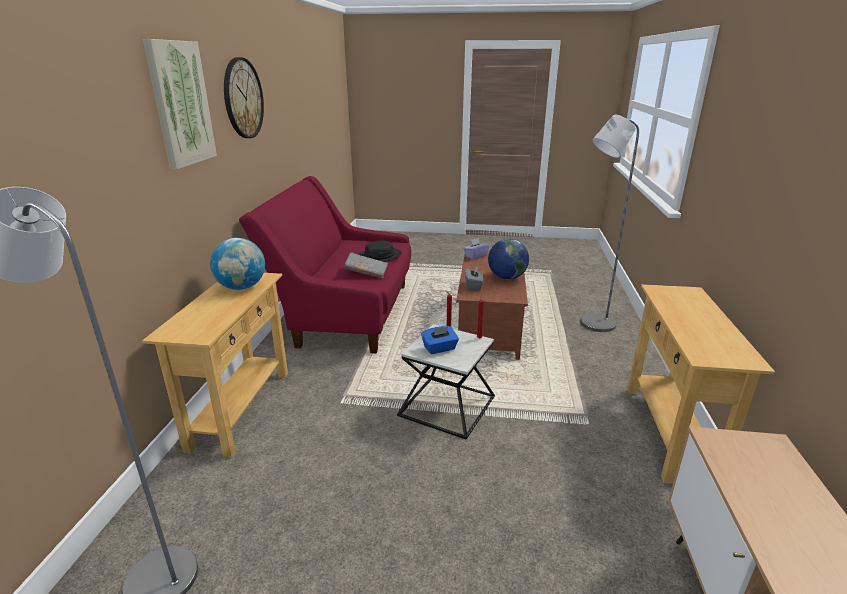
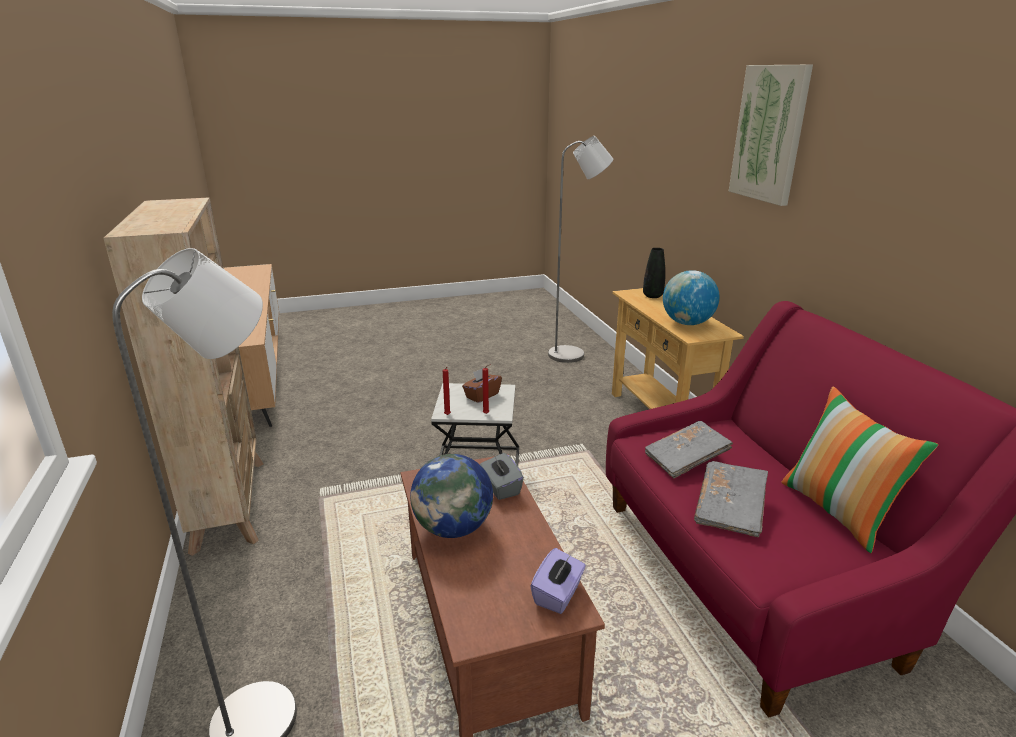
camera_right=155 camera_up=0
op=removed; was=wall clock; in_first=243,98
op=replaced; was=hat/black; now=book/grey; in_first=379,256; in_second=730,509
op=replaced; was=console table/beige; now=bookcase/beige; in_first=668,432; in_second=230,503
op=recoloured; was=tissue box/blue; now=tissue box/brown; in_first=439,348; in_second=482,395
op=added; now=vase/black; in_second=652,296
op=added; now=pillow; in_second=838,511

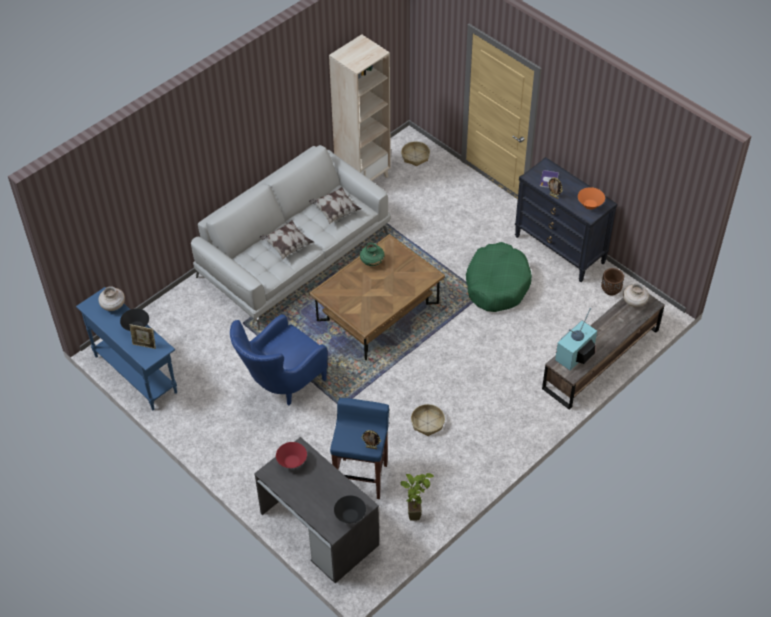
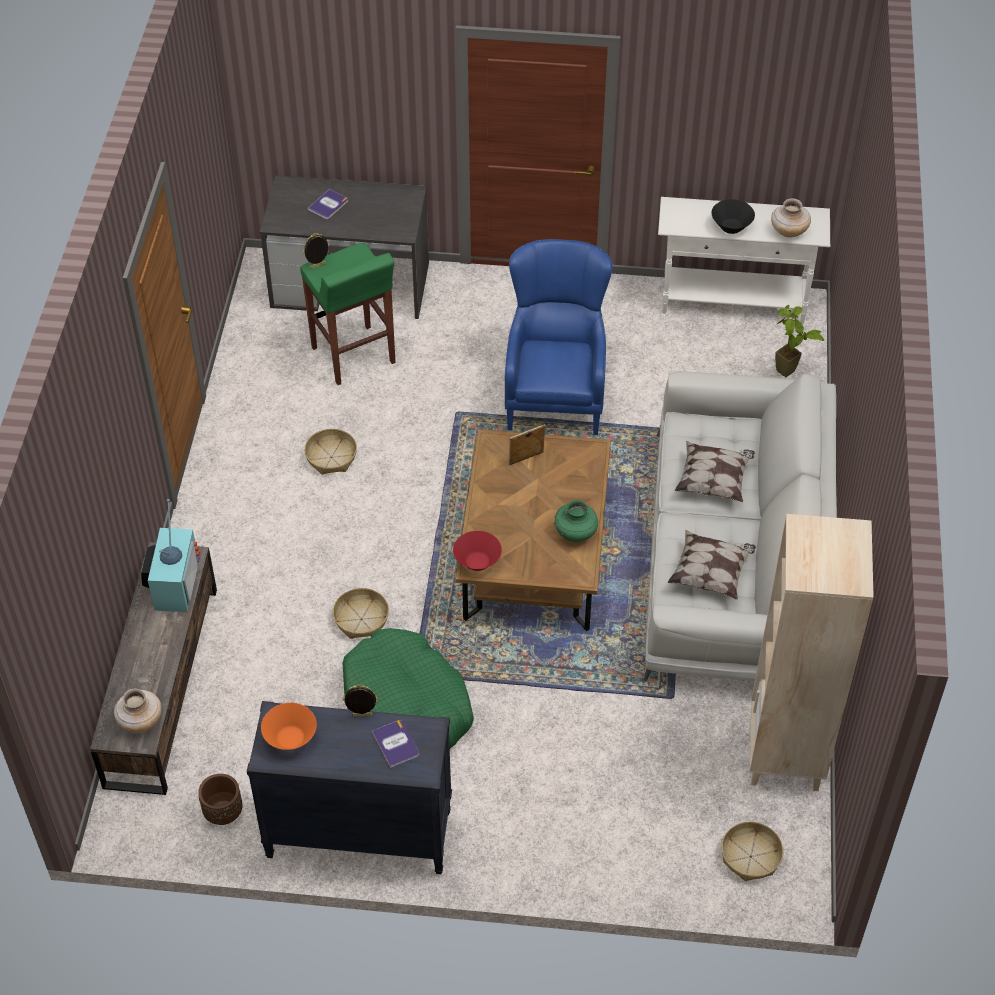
camera_right=140 camera_up=0
op=recoloured; was=console table/blue; now=console table/white; in_first=135,374; in_second=734,303
op=moved; was=picture frame; in_first=144,345; in_second=526,460
op=recoloured; was=stool/blue; now=stool/green; in_first=361,477; in_second=353,356
op=moved; was=bowl/red; in_first=292,462; in_second=477,562
op=moved; was=potted plant; in_first=415,512; in_second=788,376
op=removed; was=bowl/black; in_first=350,516
op=added; now=book; in_second=328,205
op=added; now=basket; in_second=361,619

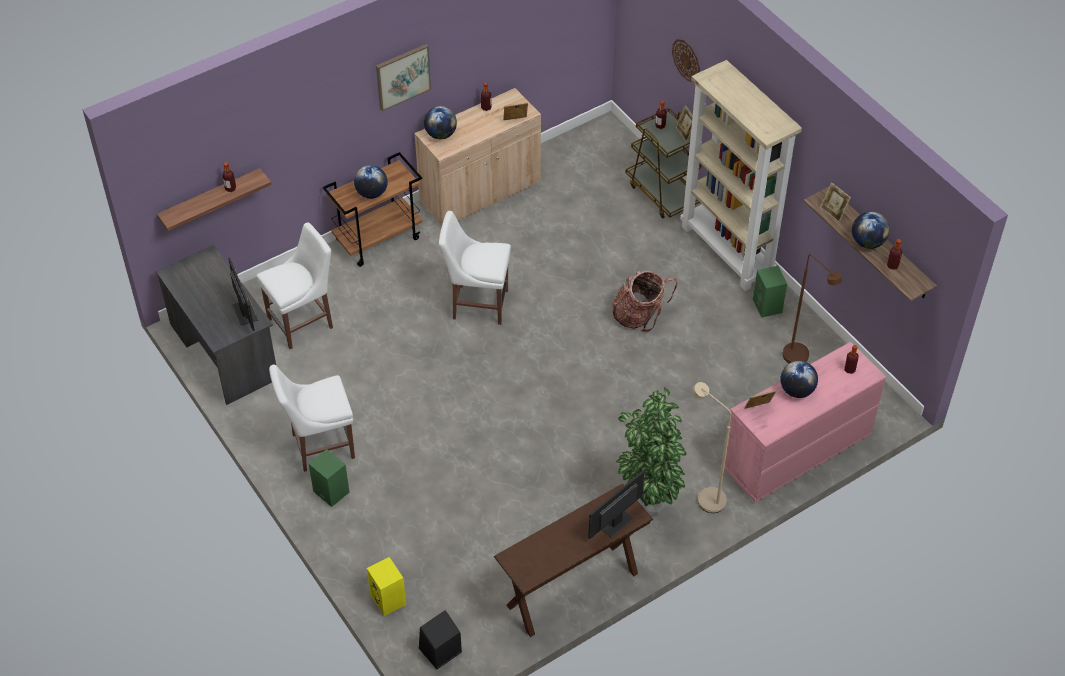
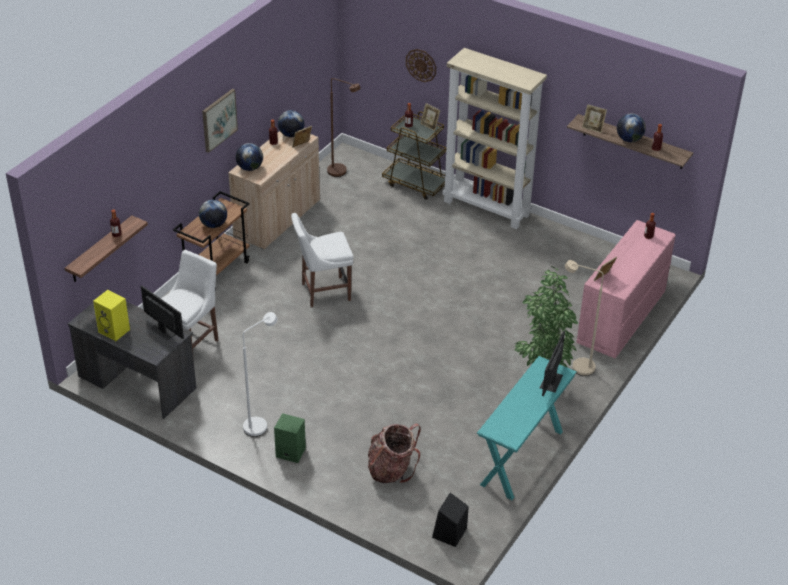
camera_right=-25 camera_up=-10
op=moved; was=floor lamp/brown; in_first=800,360; in_second=341,173
op=removed; was=speaker/green; in_first=768,306
op=moved; was=backpack; in_first=639,316; in_second=391,470
op=moved; was=globe; in_first=797,390; in_second=291,134
op=replaced; was=chair/white; now=floor lamp/white; in_first=319,446; in_second=260,424
op=recoloured; was=console table/brown; now=console table/turquoise; in_first=572,589; in_second=521,458
op=moved; was=speaker/yellow; in_first=389,600; in_second=115,331

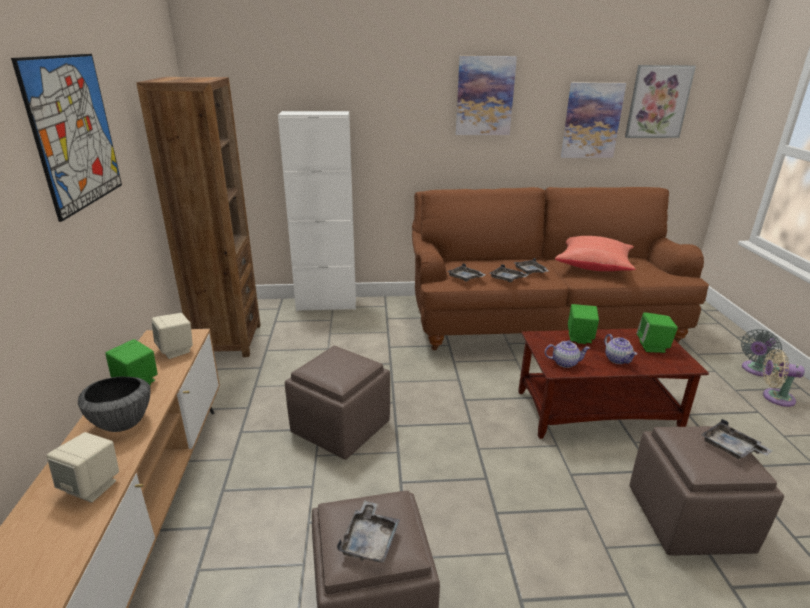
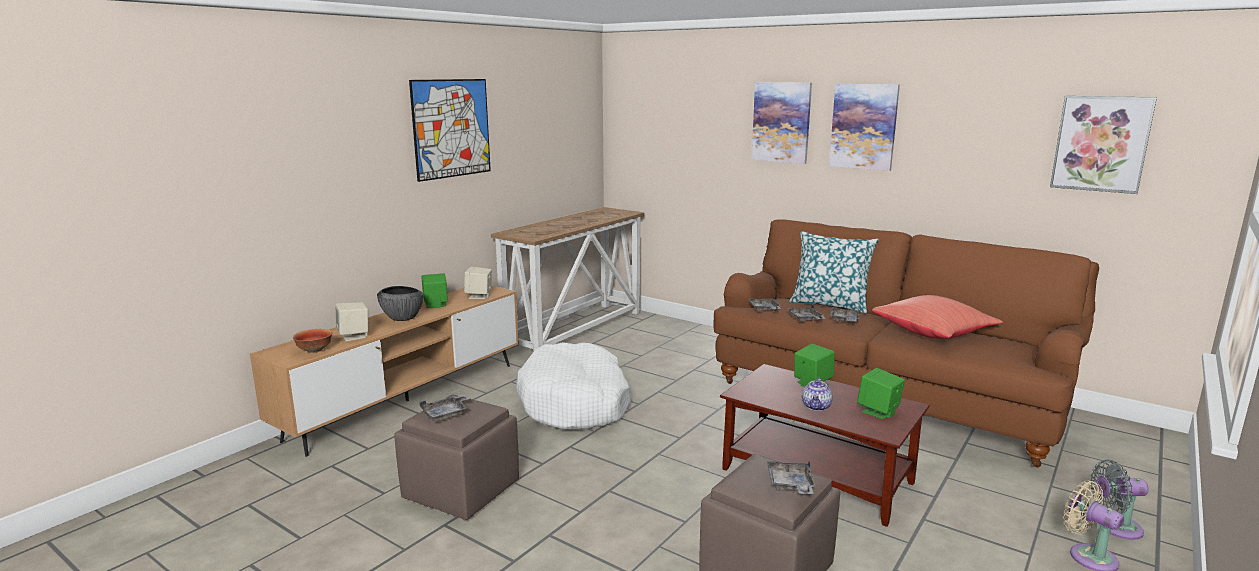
camera_right=40 camera_up=-10
op=replaced; was=bookcase/brown; now=console table; in_first=227,340; in_second=575,329
op=moved; was=picture; in_first=591,120; in_second=781,122
op=removed; was=cabinet/white; in_first=326,304
op=removed; was=teapot; in_first=565,362
op=replaced; was=ottoman/brown; now=dog bed/white; in_first=339,428; in_second=575,403
op=added; now=pillow; in_second=830,304
op=added; now=bowl; in_second=314,350

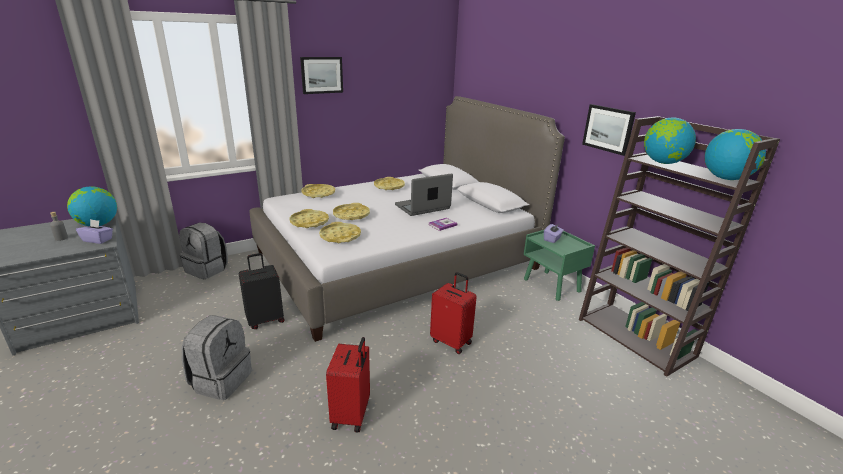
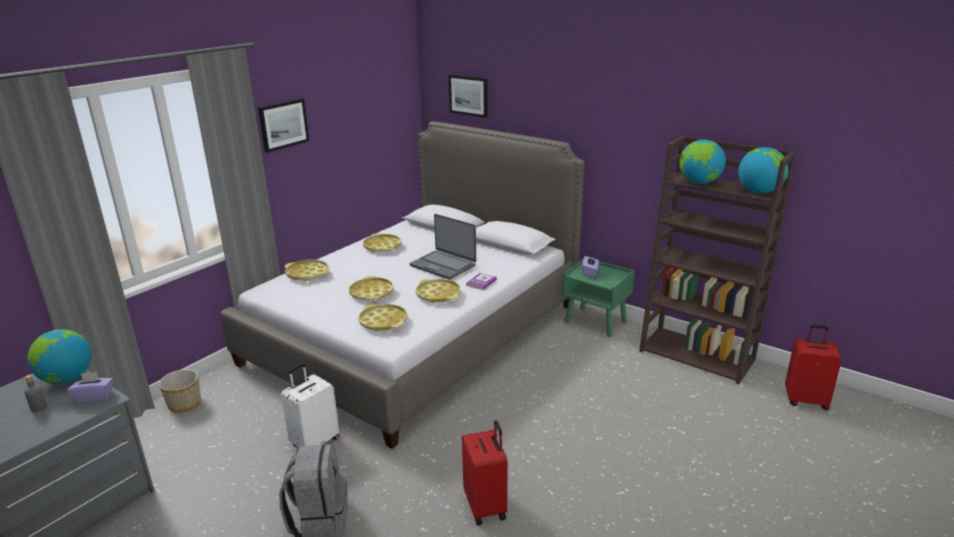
camera_right=-20 camera_up=0
op=moved; was=picture; in_first=608,129; in_second=468,95
op=turned; was=laptop; in_first=422,207; in_second=443,265; clockwise=-90
op=moved; was=tray/yellow; in_first=309,222; in_second=438,294
op=replaced; was=backpack/grey; now=planter; in_first=207,269; in_second=185,403
op=recoloured; was=suitcase/black; now=suitcase/white; in_first=265,320; in_second=315,442
op=moved; was=suitcase/red; in_first=451,341; in_second=806,400

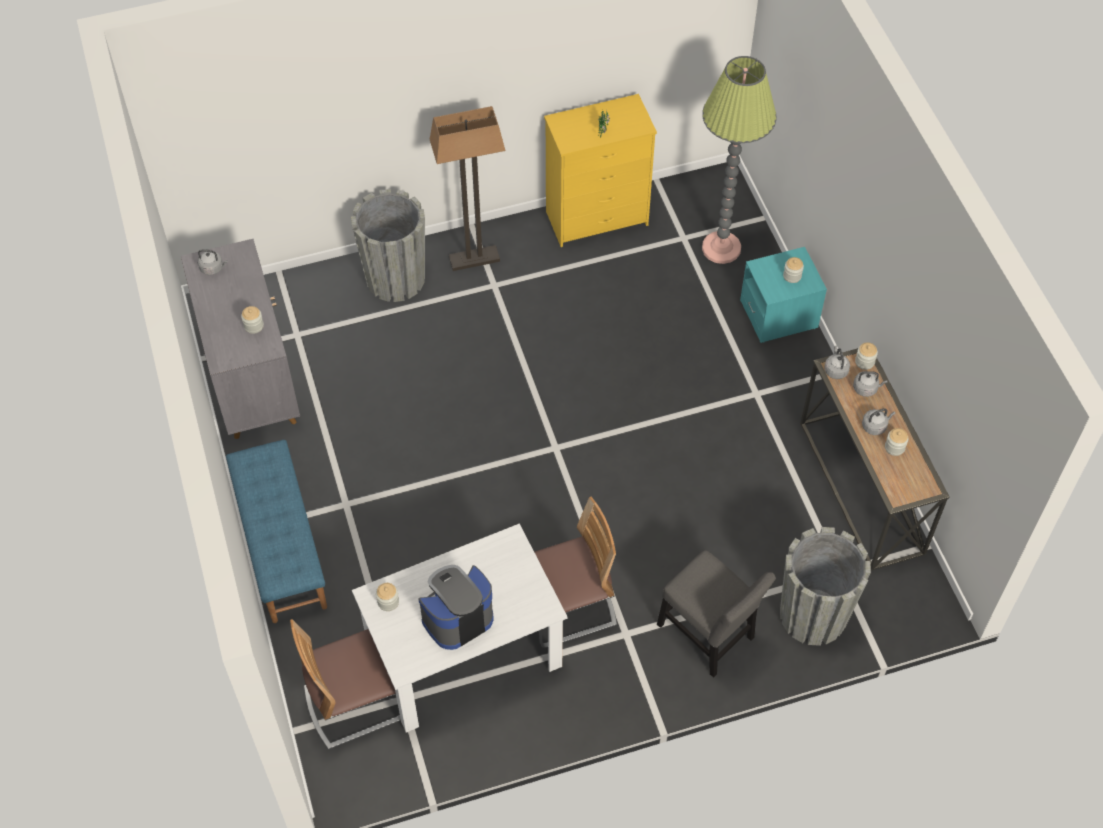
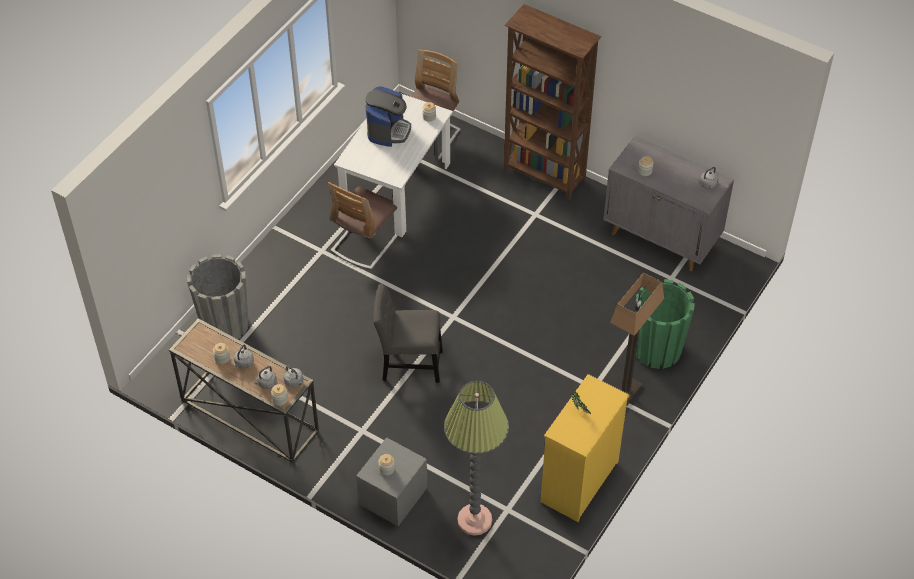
camera_right=140 camera_up=-5
op=recoloured; was=planter/grey; now=planter/green; in_first=395,278; in_second=657,349
op=recoloured; was=nightstand/turquoise; now=nightstand/grey; in_first=778,314; in_second=393,496
op=replaced; was=bench/blue; now=bookcase/brown; in_first=281,546; in_second=544,175
op=moved; was=chair/grey; in_first=708,636; in_second=408,364

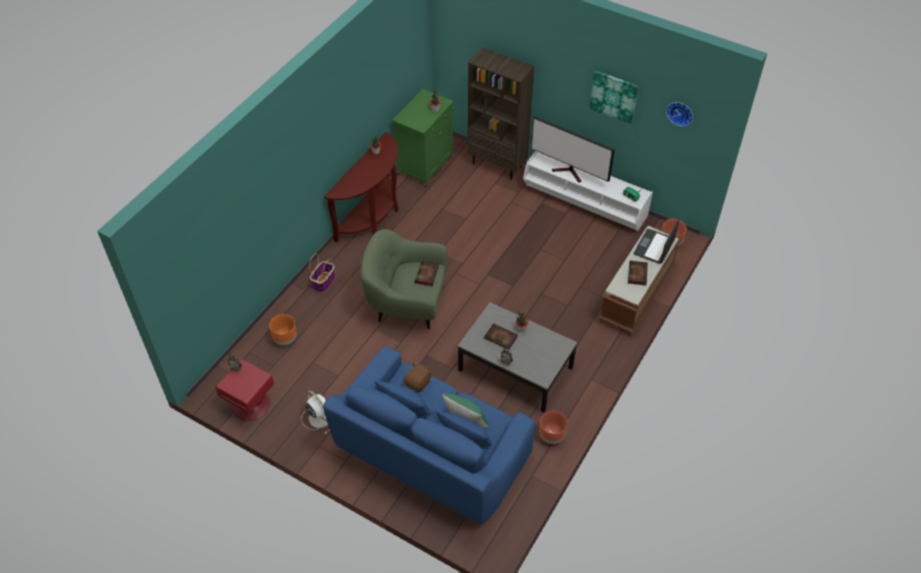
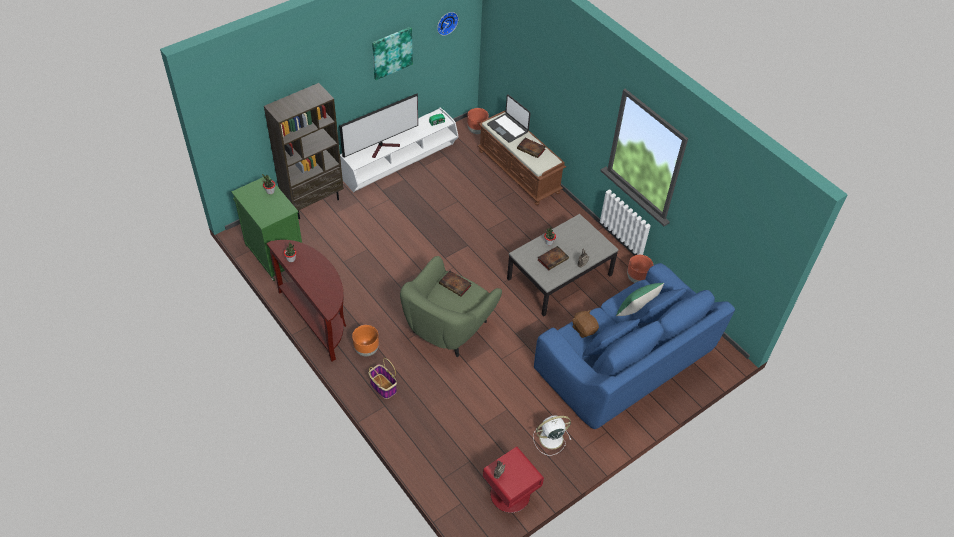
camera_right=-70 camera_up=0
op=moved; was=planter/orange; in_first=285,339; in_second=366,350

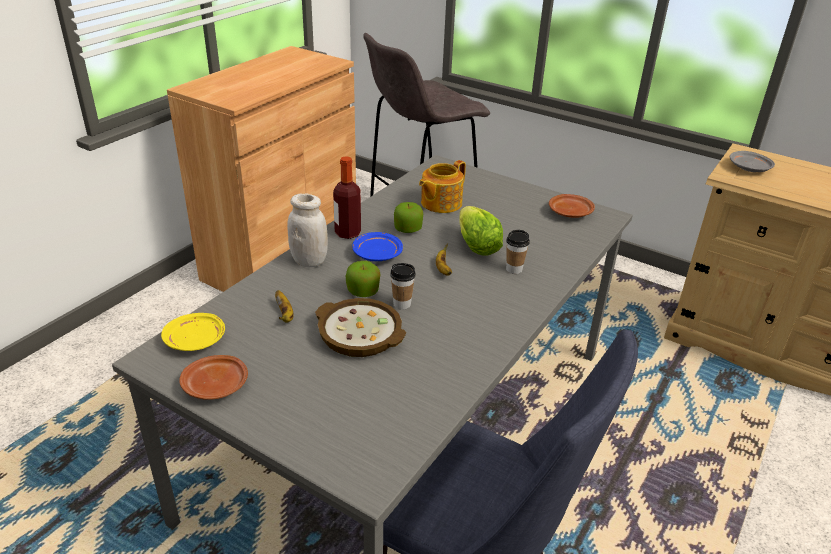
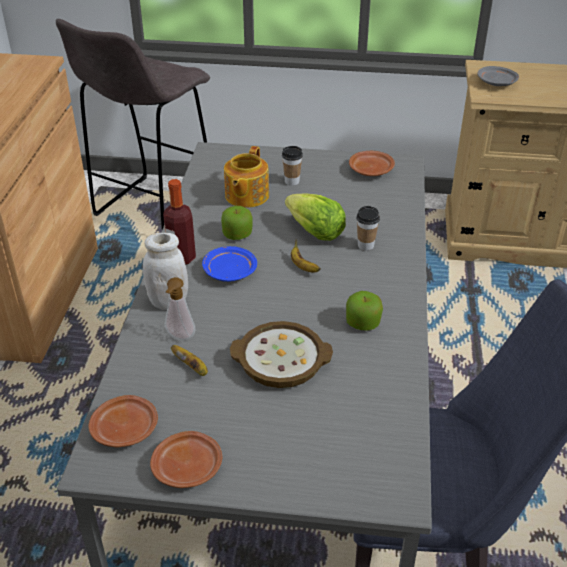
camera_right=-25 camera_up=5
op=moved; was=apple; in_first=363,291; in_second=363,323
op=moved; was=cup; in_first=402,304; in_second=292,181
op=recoloured; was=plate/yellow; now=plate/brown; in_first=196,340; in_second=126,429
op=added; now=soap dispenser; in_second=179,337

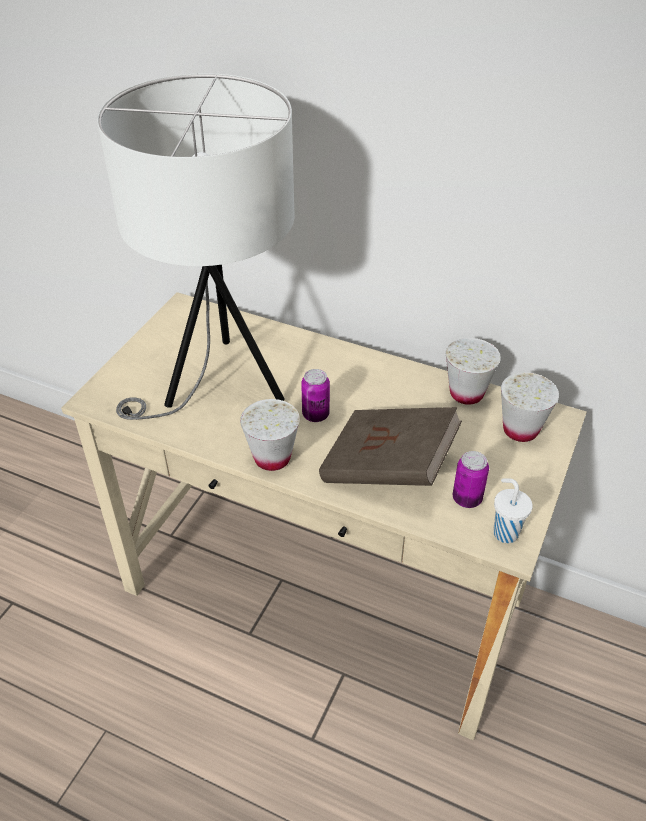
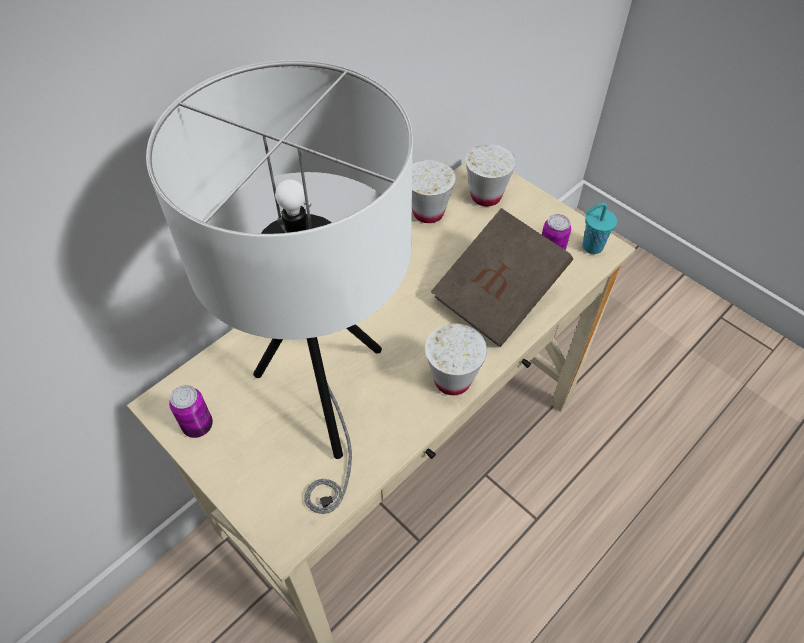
camera_right=-70 camera_up=10
op=moved; was=can; in_first=315,415; in_second=198,426
op=recoloured; was=cup/white; now=cup/turquoise; in_first=504,532; in_second=591,247

